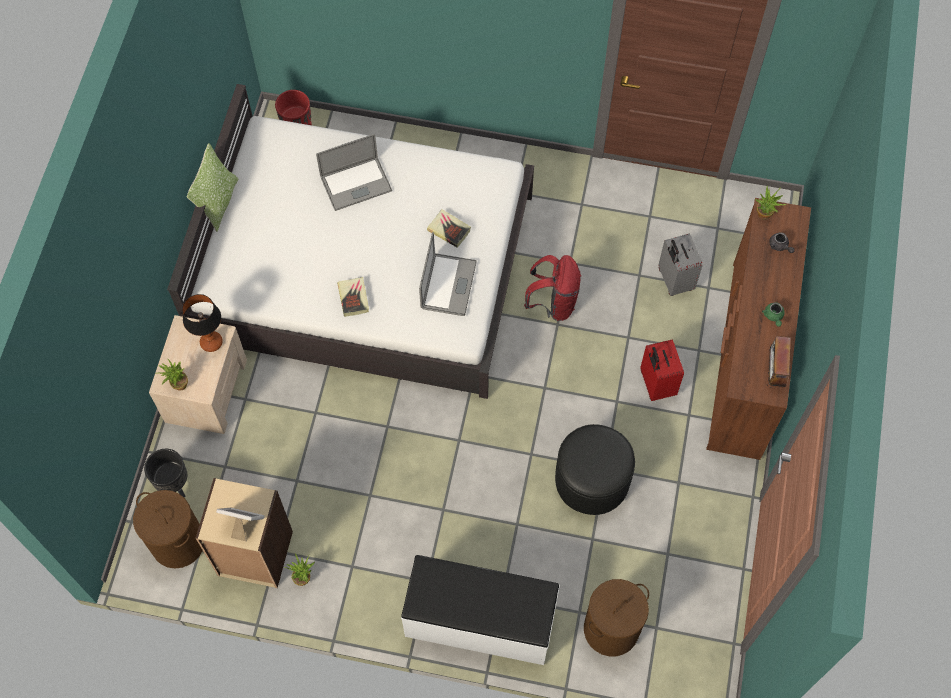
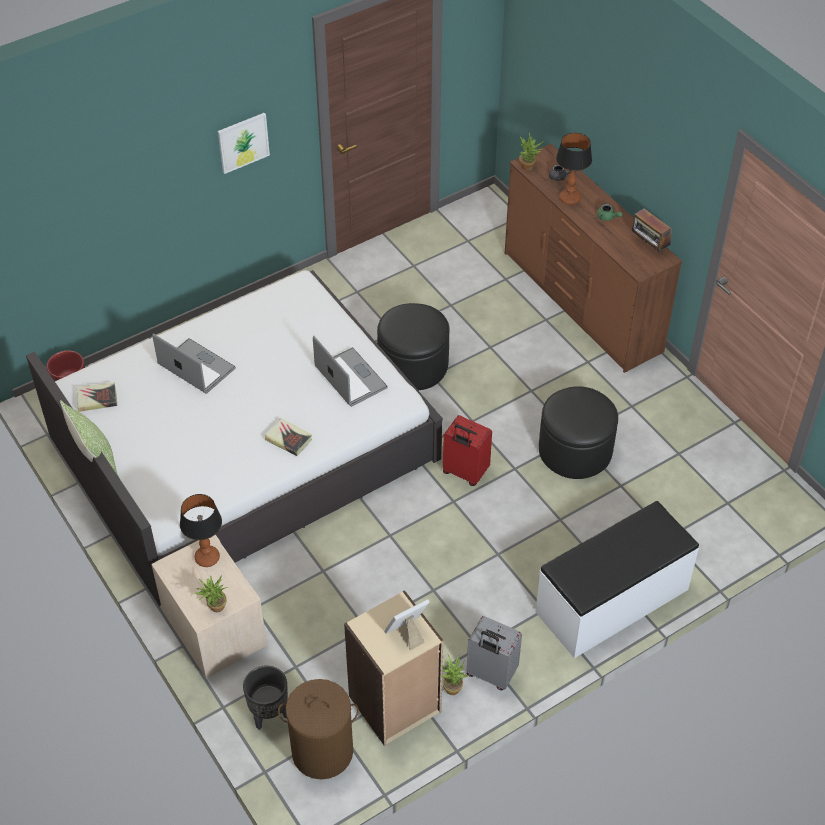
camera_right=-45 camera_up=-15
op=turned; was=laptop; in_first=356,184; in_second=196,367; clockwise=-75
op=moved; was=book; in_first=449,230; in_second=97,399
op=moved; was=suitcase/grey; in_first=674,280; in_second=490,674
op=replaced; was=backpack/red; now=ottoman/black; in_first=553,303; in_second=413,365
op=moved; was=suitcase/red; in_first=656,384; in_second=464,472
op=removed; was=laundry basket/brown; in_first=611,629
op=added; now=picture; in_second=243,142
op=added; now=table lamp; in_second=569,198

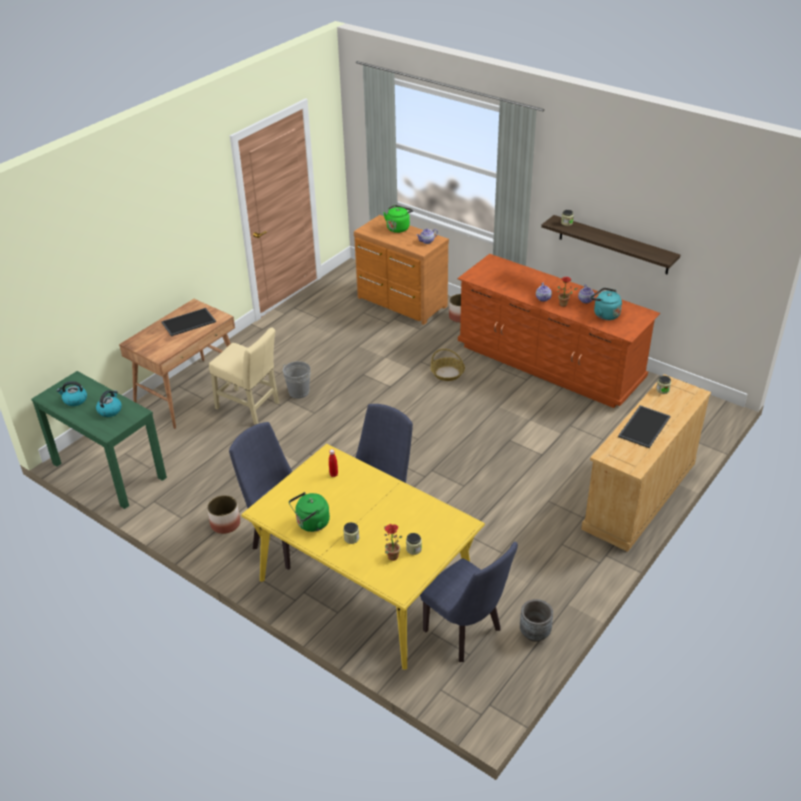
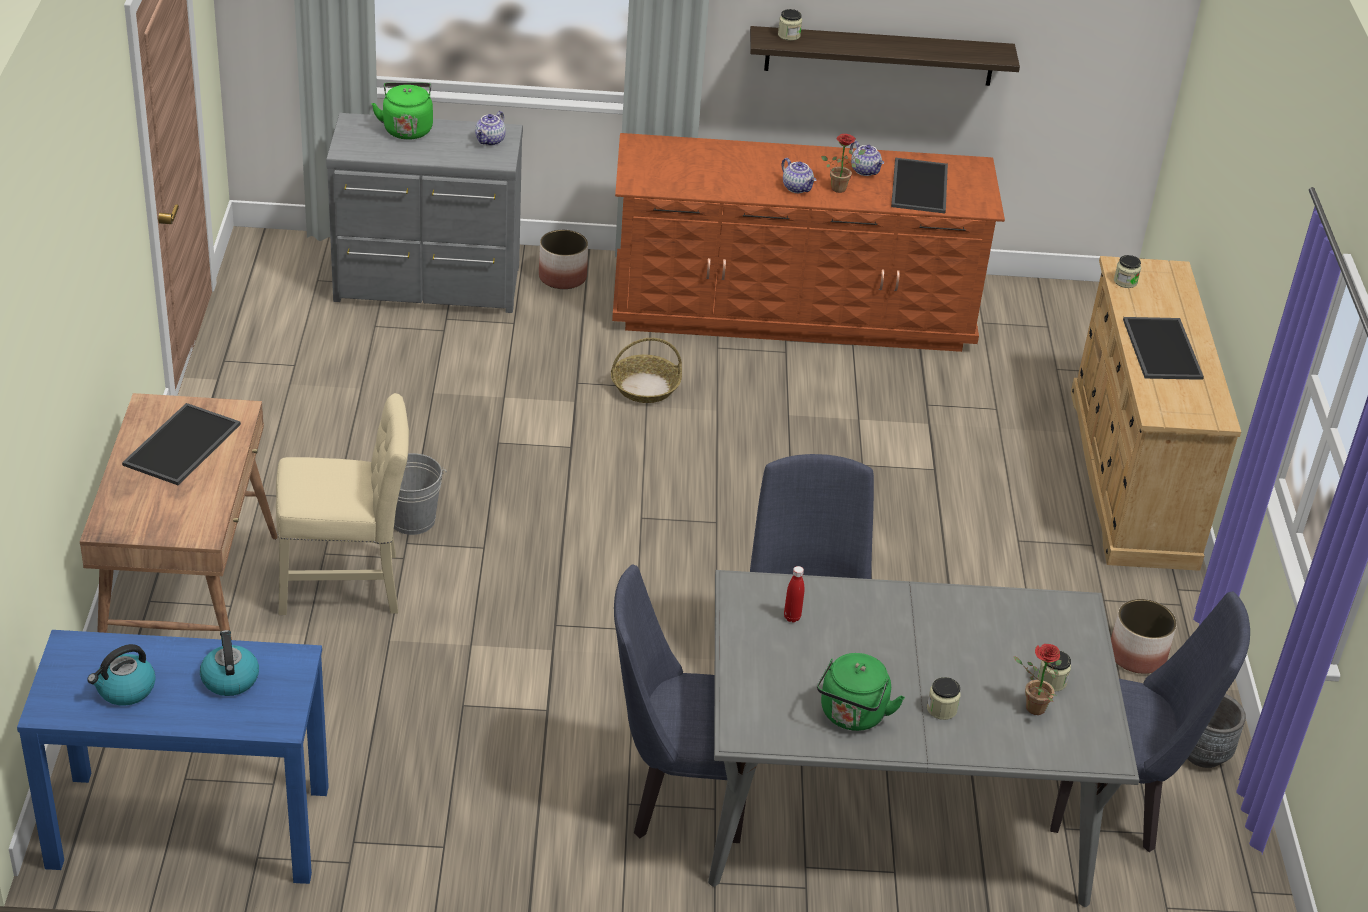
camera_right=-40 camera_up=0
op=recoloured; was=dresser/brown; now=dresser/grey; in_first=401,303; in_second=428,286
op=replaced; was=kettle/turquoise; now=tray; in_first=604,314; in_second=918,185
op=recoloured; was=console table/green; now=console table/blue; in_first=108,470; in_second=188,827
op=recoloured; was=dining table/yellow; now=dining table/grey; in_first=367,585; in_second=894,804
op=moved; was=planter; in_first=225,524; in_second=1137,655

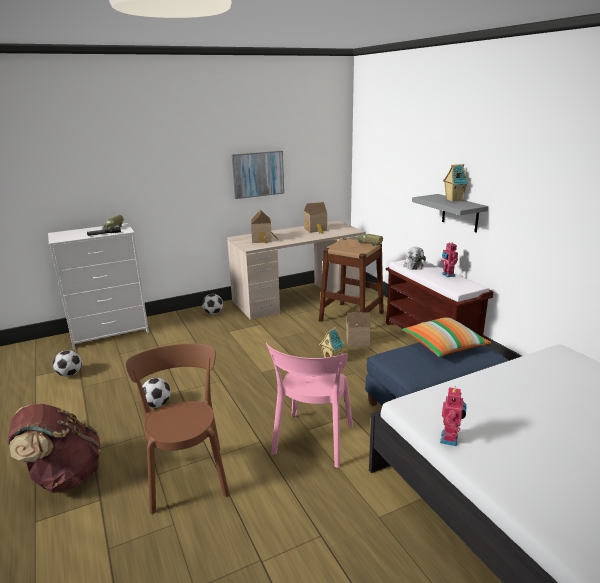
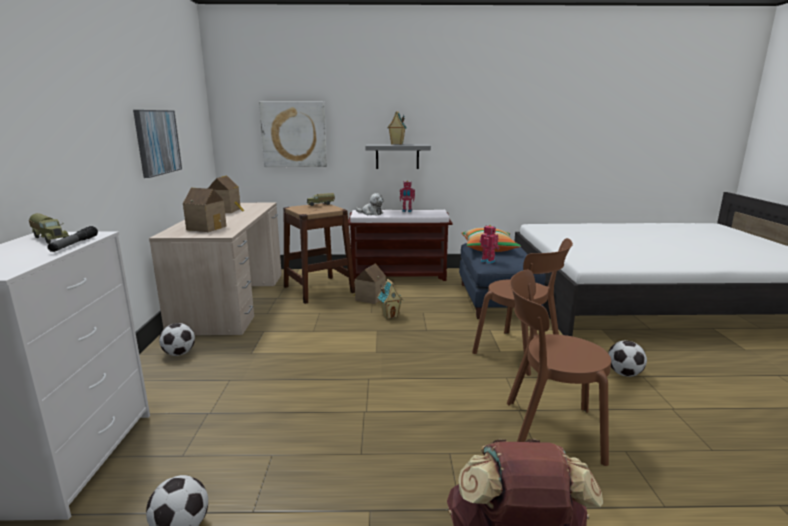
camera_right=-65 camera_up=-5
op=recoloured; was=chair/pink; now=chair/brown; in_first=312,442; in_second=520,353
op=moved; was=football; in_first=157,404; in_second=624,374
op=moved; was=toy robot; in_first=450,439; in_second=488,261
op=added; now=picture; in_second=294,134

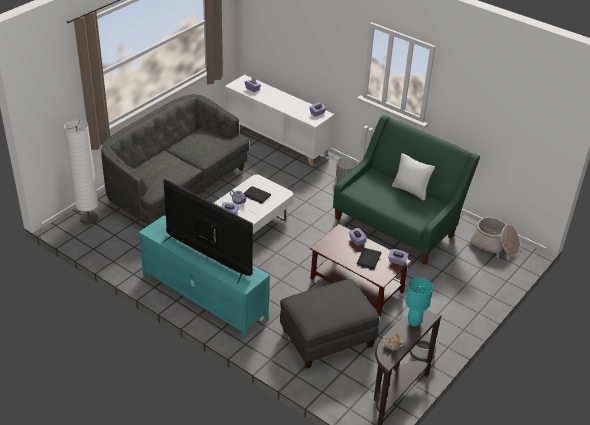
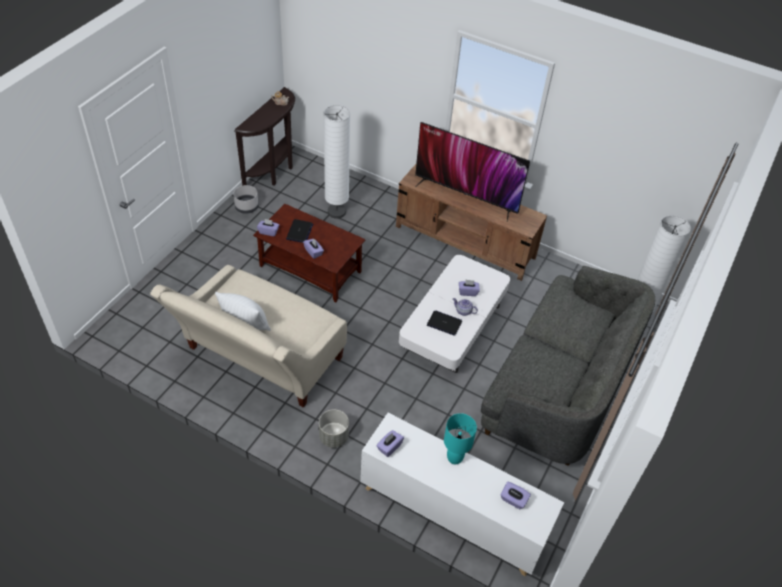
camera_right=170 camera_up=10
op=recoloured; was=sofa/green; now=sofa/beige; in_first=397,224; in_second=260,360
op=recoloured; was=tv stand/turquoise; now=tv stand/brown; in_first=203,295; in_second=465,242
op=removed; was=basket; in_first=494,245
op=moved; was=table lamp/turquoise; in_first=414,322; in_second=454,458
op=replaced; was=ottoman/grey; now=floor lamp/white; in_first=326,339; in_second=336,212

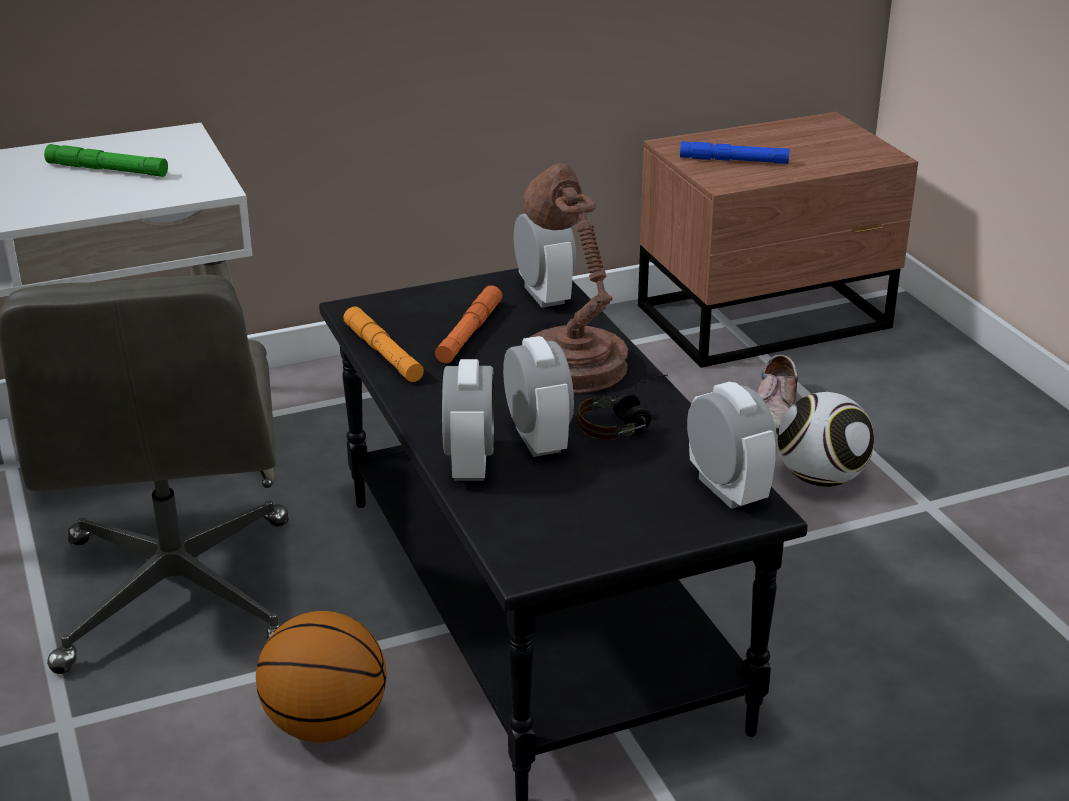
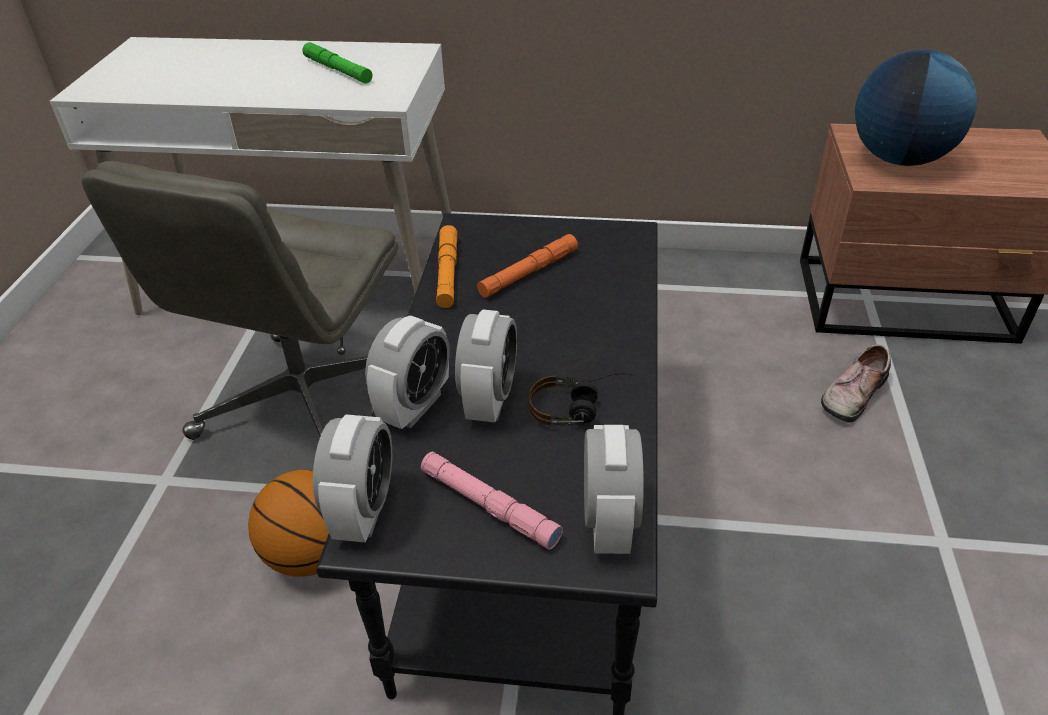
camera_right=30 camera_up=10
op=replaced; was=flashlight/blue; now=globe; in_first=734,160; in_second=899,159
op=removed; was=table lamp/brown; in_first=570,362
op=moved; was=alarm clock; in_first=544,295; in_second=364,511
op=removed; was=football; in_first=821,478
op=added; now=flashlight/pink; in_second=489,506

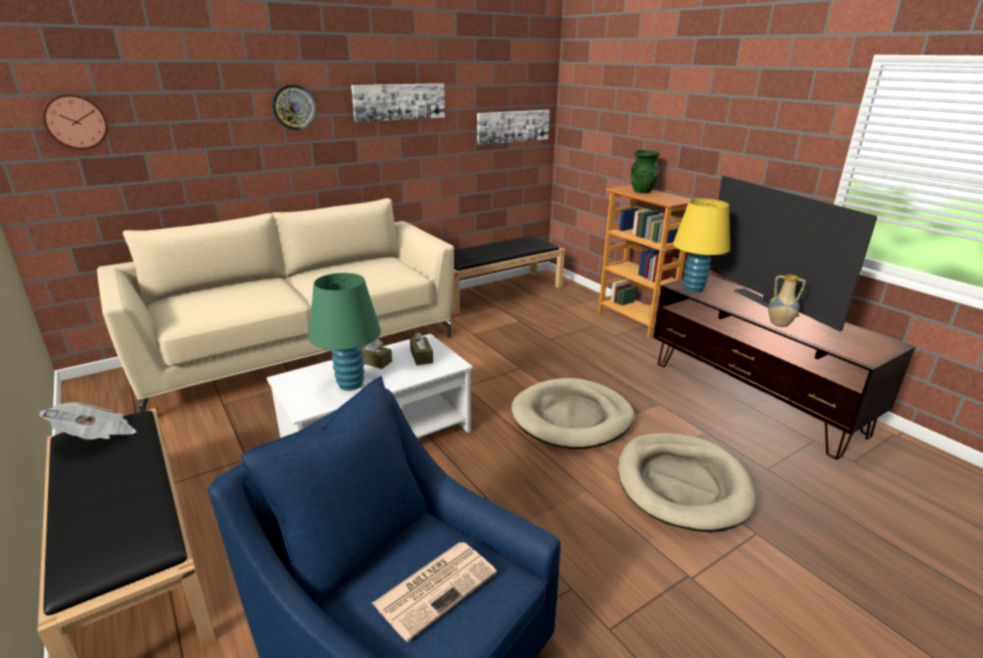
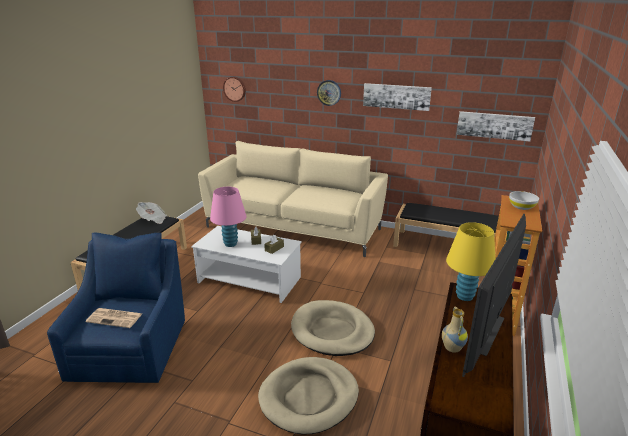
camera_right=55 camera_up=0
op=replaced; was=vase/green; now=bowl/white; in_first=642,191; in_second=522,207
op=recoloured; was=table lamp/green; now=table lamp/pink; in_first=351,384; in_second=230,244

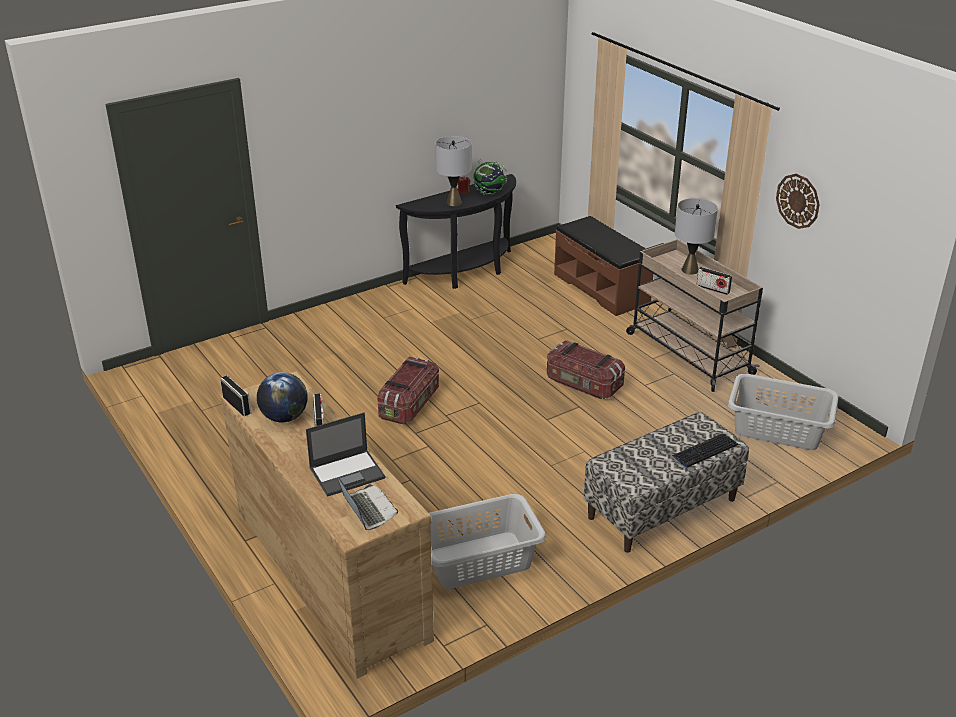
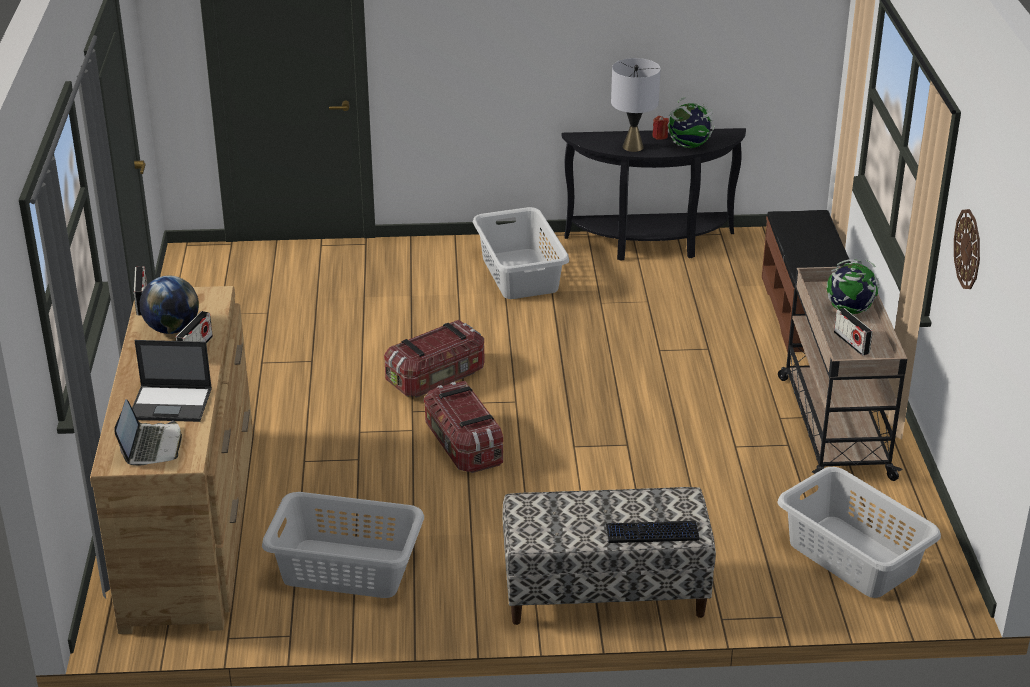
camera_right=30 camera_up=0
op=replaced; was=table lamp/grey; now=globe; in_first=690,270; in_second=849,311
op=moved; was=storage box; in_first=583,384; in_second=463,446
op=added; now=laundry basket/grey; in_second=520,273

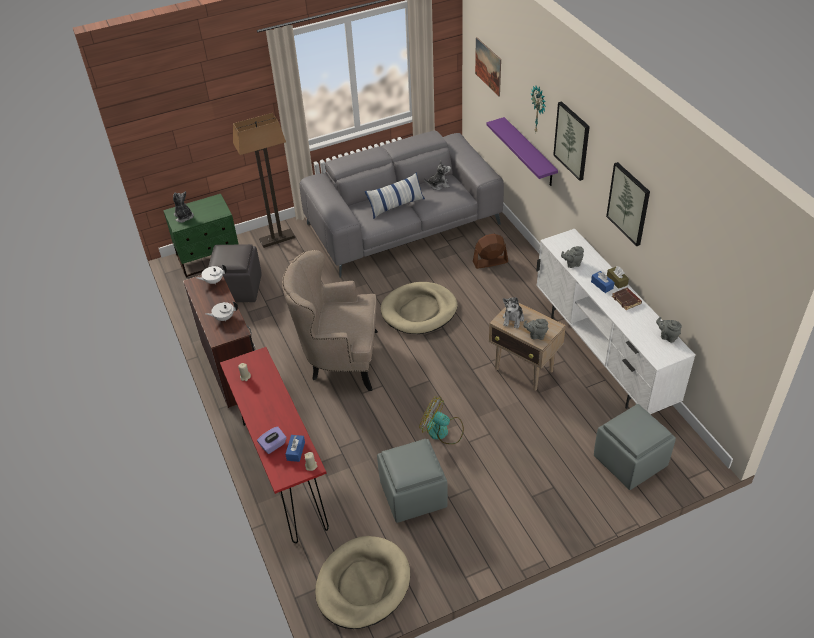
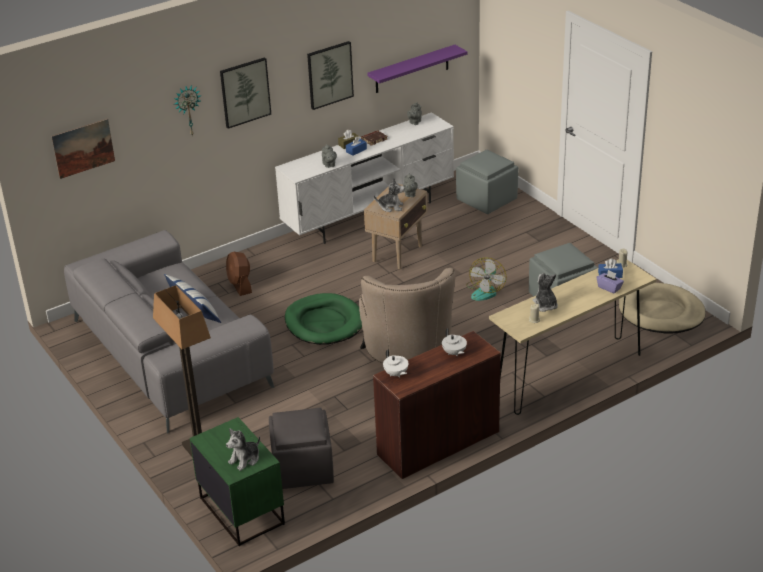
camera_right=-100 camera_up=-10
op=moved; was=shelf/purple; in_first=529,152; in_second=412,69
op=moved; was=plush toy; in_first=438,185; in_second=545,305
op=recoloured; was=dog bed/beige; now=dog bed/green; in_first=419,311; in_second=324,323
op=recoloured; was=console table/red; now=console table/beige; in_first=284,474; in_second=569,375

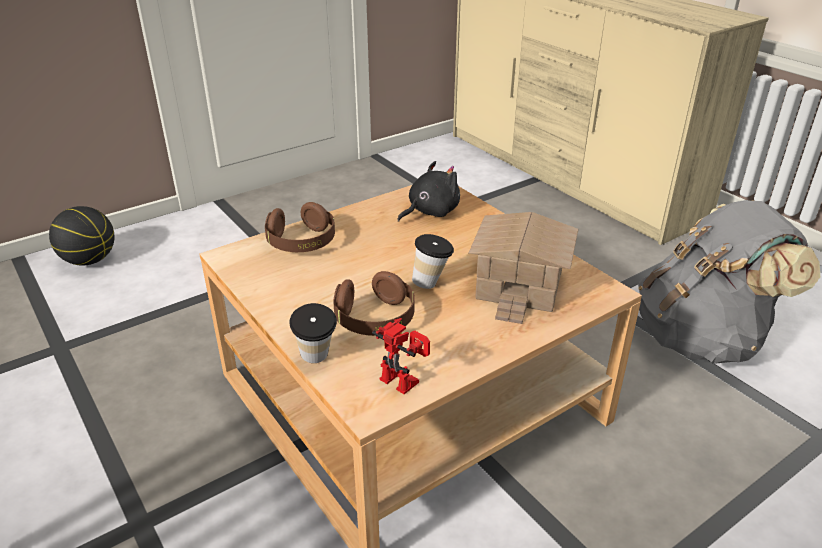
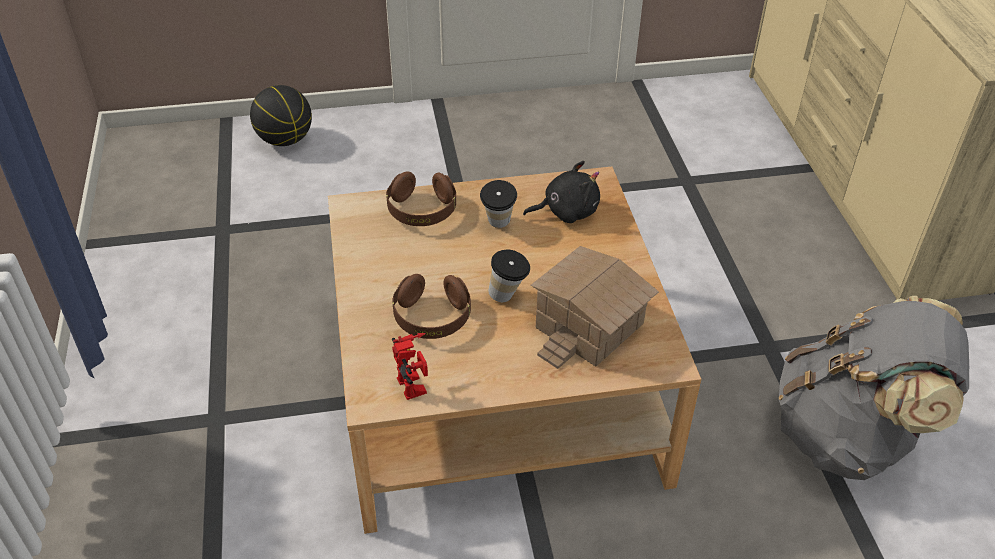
camera_right=25 camera_up=10
op=moved; was=cup; in_first=316,360; in_second=498,226

